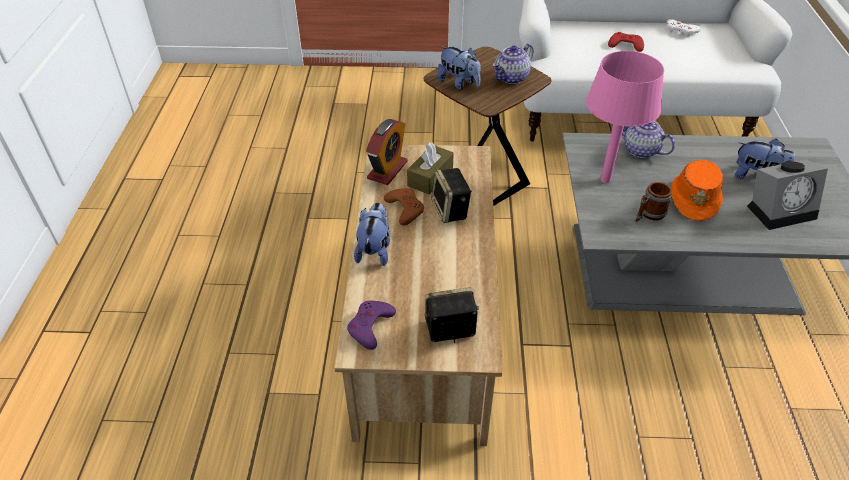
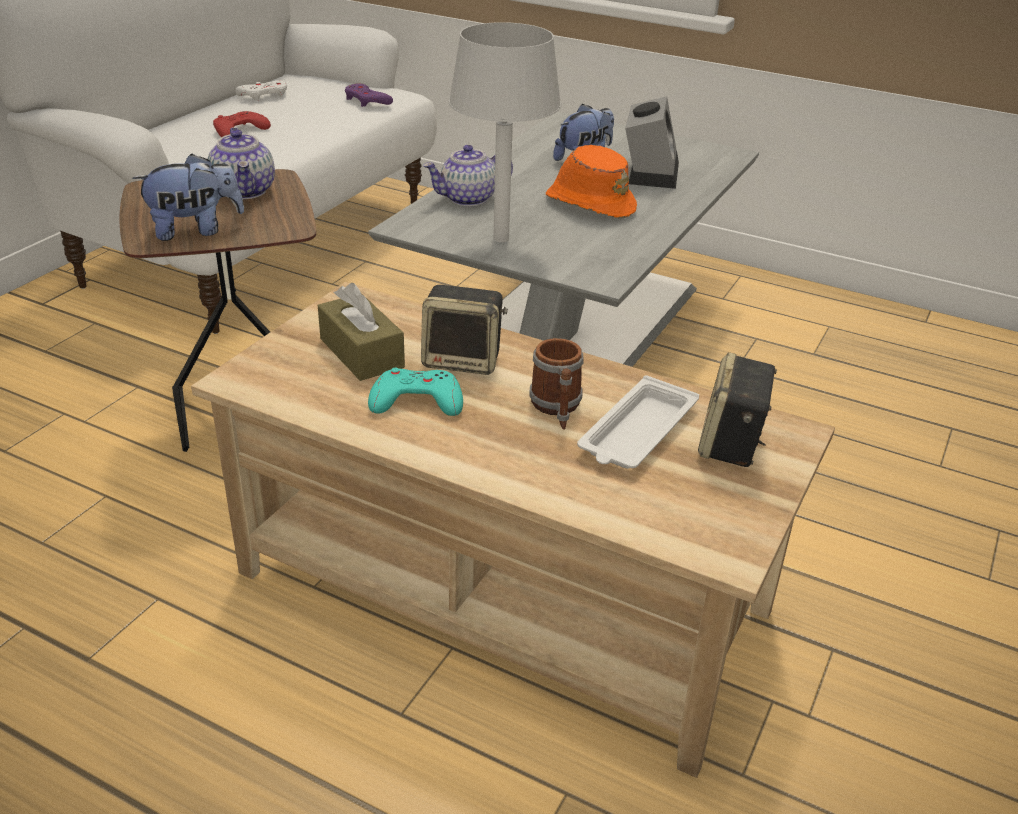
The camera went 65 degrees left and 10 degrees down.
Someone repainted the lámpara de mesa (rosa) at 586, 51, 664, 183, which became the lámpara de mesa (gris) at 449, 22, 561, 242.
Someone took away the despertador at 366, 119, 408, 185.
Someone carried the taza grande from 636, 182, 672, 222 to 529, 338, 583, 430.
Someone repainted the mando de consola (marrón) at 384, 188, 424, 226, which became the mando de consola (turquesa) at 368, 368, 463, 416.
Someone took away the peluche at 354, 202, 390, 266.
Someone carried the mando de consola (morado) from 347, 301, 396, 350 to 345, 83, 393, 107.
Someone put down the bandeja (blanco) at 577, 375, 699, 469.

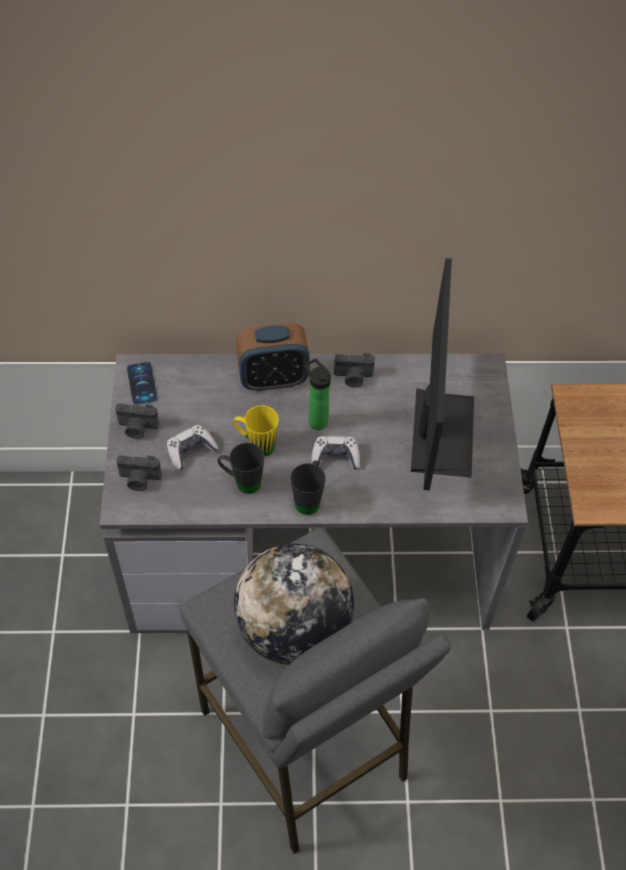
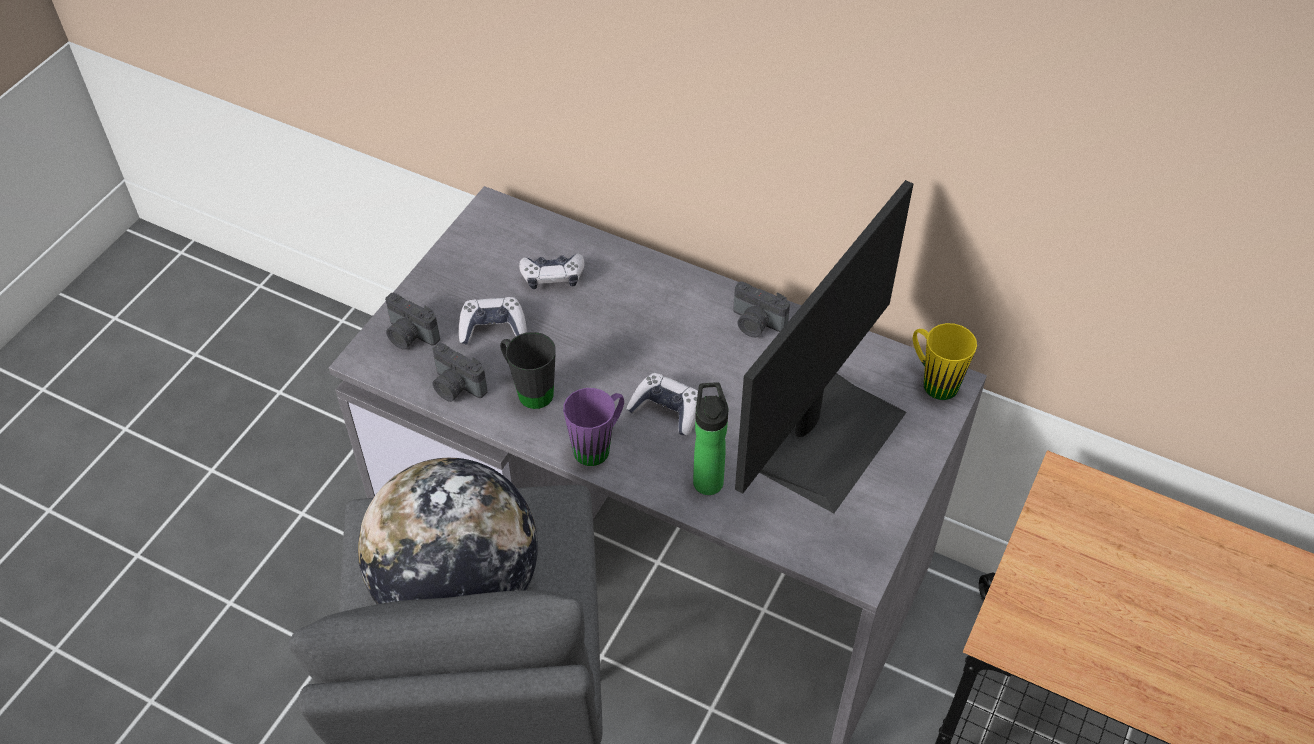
The camera went 30 degrees right and 5 degrees down.
Someone took away the despertador at 236, 323, 310, 391.
Someone carried the botella from 305, 359, 331, 430 to 693, 382, 728, 495.
Someone took away the móvil at 127, 362, 158, 405.
Someone carried the cámara from 115, 403, 159, 439 to 432, 343, 488, 402.
Someone carried the taza grande (amarillo) from 233, 405, 279, 456 to 913, 323, 977, 400.
Someone repainted the taza grande (negro) at 290, 460, 326, 515, which became the taza grande (morado) at 563, 388, 624, 466.
Someone put down the mando de consola at 519, 253, 585, 289.

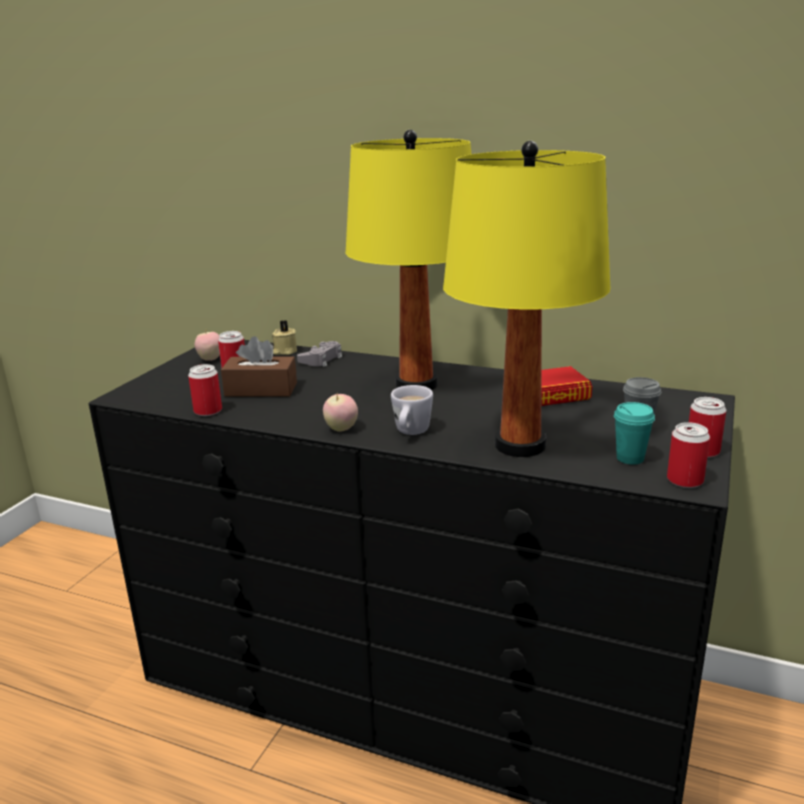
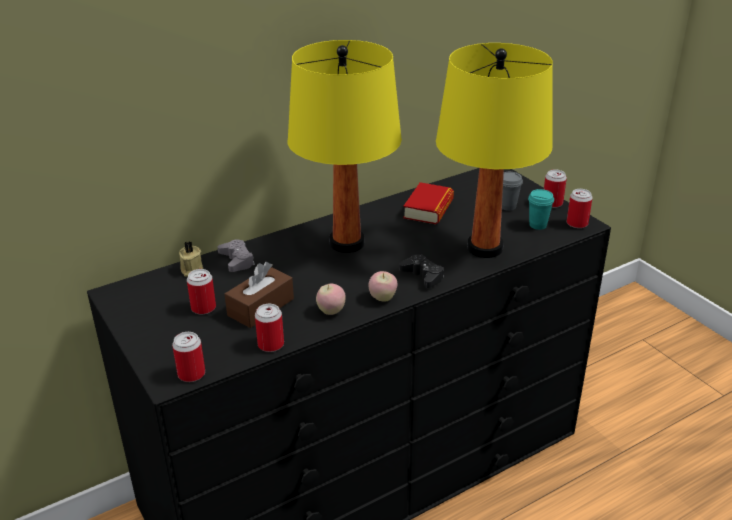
The camera went 55 degrees left and 10 degrees up.
Someone carried the manzana from 195, 332, 220, 361 to 316, 284, 346, 315.
Someone swapped the taza grande (blanco) at 391, 385, 433, 435 for the mando de consola (negro) at 399, 254, 444, 288.
Someone put down the lata at 172, 332, 205, 382.

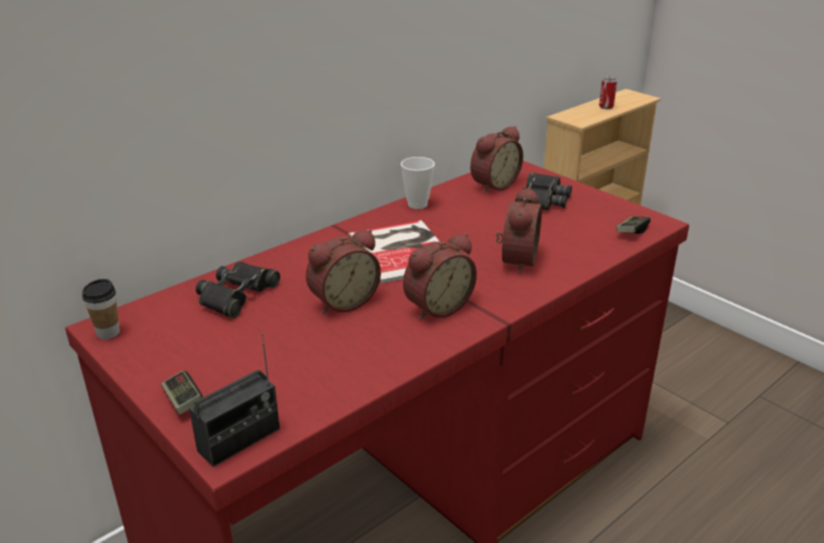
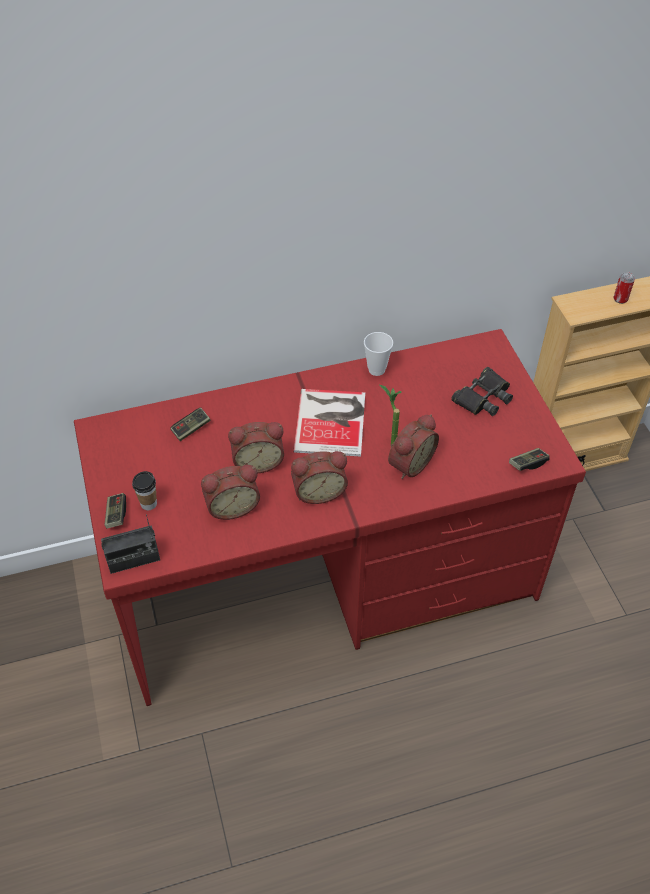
The camera went 25 degrees right and 20 degrees up.
Someone carried the despertador from 470, 126, 523, 193 to 201, 465, 260, 520.
Someone swapped the prismáticos (negro) at 196, 262, 280, 318 for the mando de consola at 171, 407, 210, 441.
Someone carried the taza from 82, 279, 120, 339 to 132, 471, 157, 510.
Someone put down the planta en maceta at 380, 385, 402, 444.

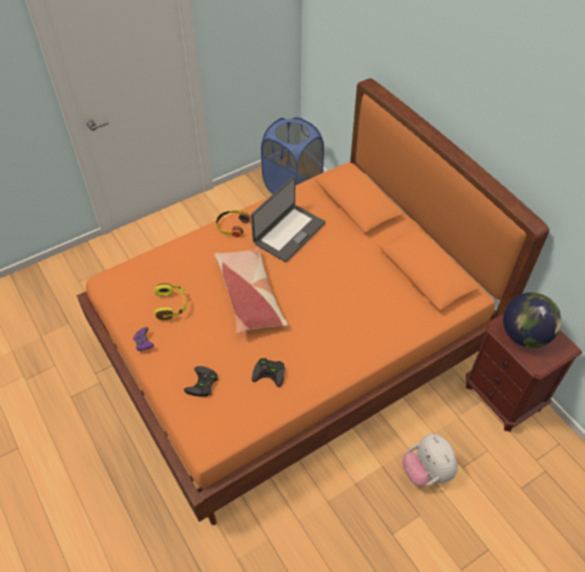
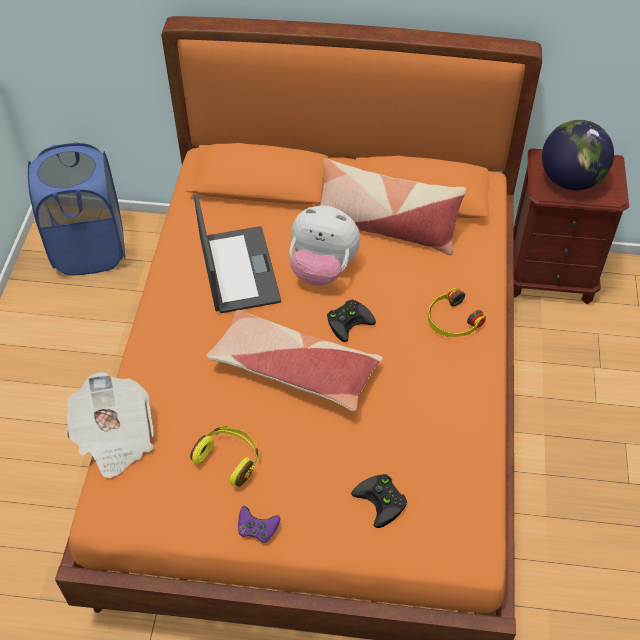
The camera went 50 degrees left and 0 degrees up.
Someone carried the auriculares from 216, 210, 250, 238 to 428, 288, 486, 337.
Someone carried the mando de consola (negro) from 252, 358, 285, 387 to 327, 299, 376, 342.
Someone carried the peluche from 403, 434, 458, 486 to 289, 206, 360, 286.
Someone put down the cojín at 320, 158, 466, 255.
Someone put down the periódico at 66, 372, 154, 478.

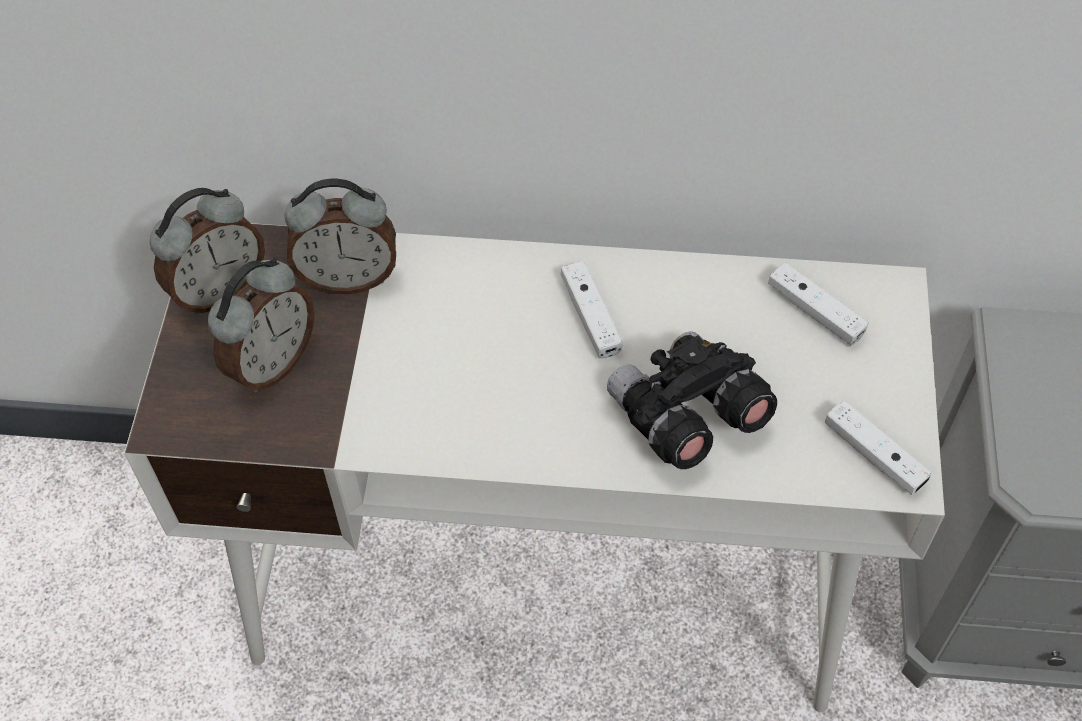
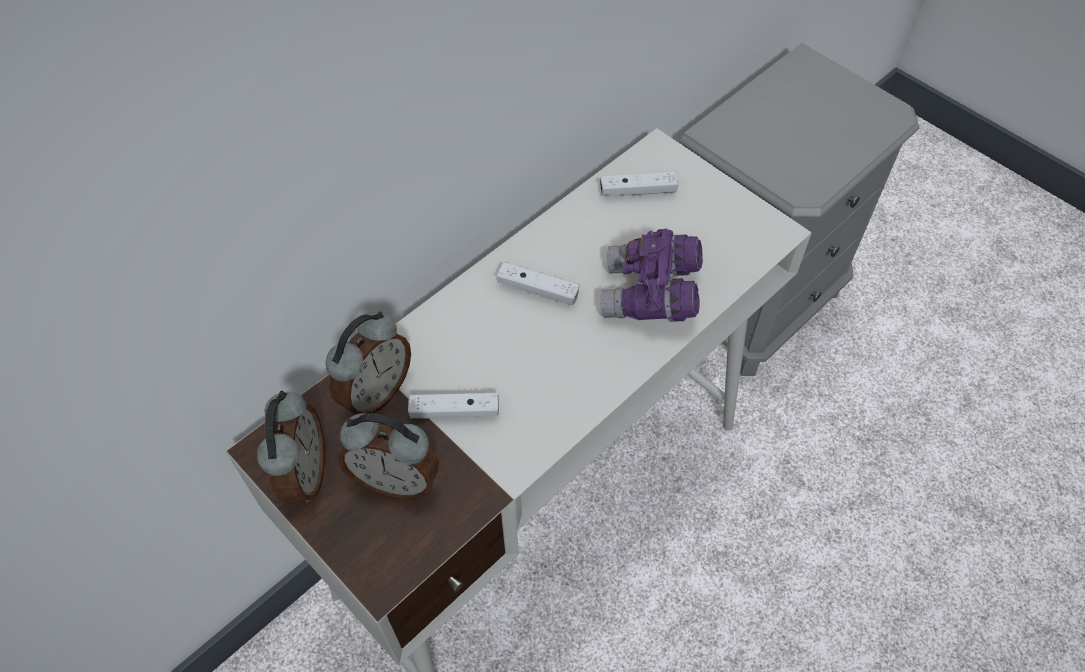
The camera went 50 degrees left and 0 degrees up.
Someone rotated the despertador at 208, 257, 315, 393 by 120 degrees clockwise.
Someone repainted the prismáticos (negro) at 607, 331, 777, 469, which became the prismáticos (morado) at 600, 229, 703, 322.
Someone carried the mando de consola (blanco) from 825, 400, 932, 495 to 408, 393, 499, 419.

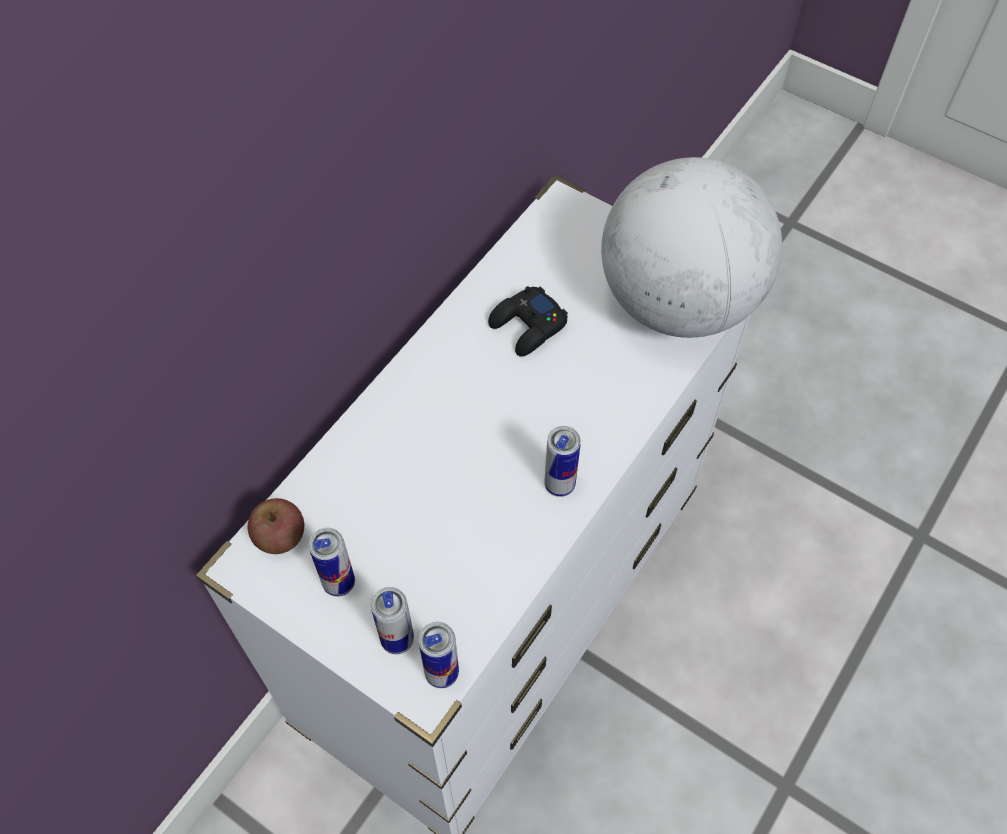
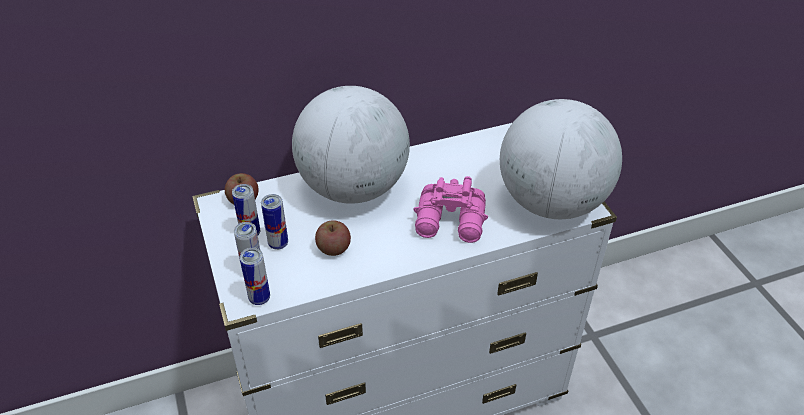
The camera went 35 degrees right and 15 degrees down.
Someone took away the mando de consola (negro) at 488, 286, 568, 357.
Someone carried the lata from 544, 426, 581, 497 to 261, 194, 288, 250.
Someone put down the globo terráqueo at 292, 86, 410, 204.
Someone put down the prismáticos (rosa) at 413, 176, 488, 243.
Someone put down the manzana at 315, 220, 351, 256.

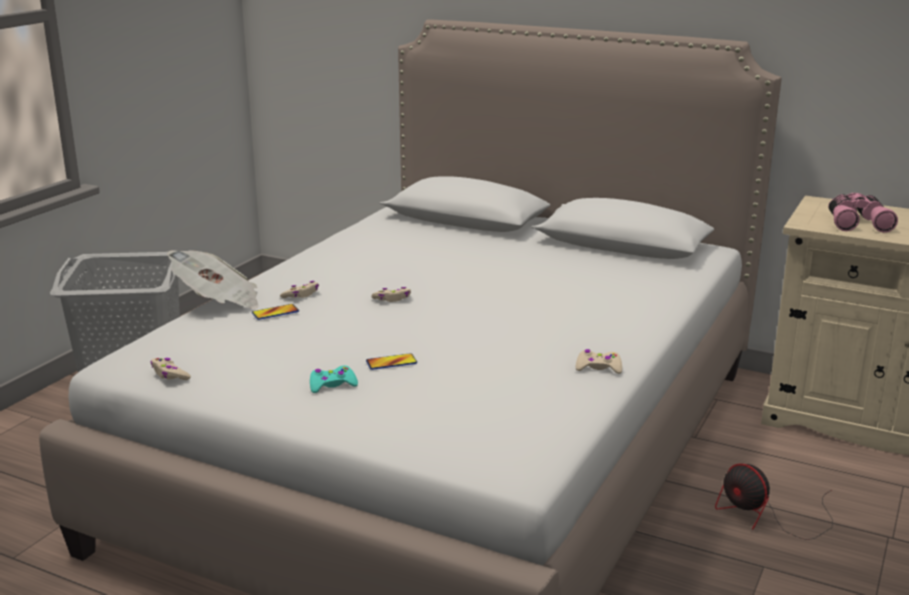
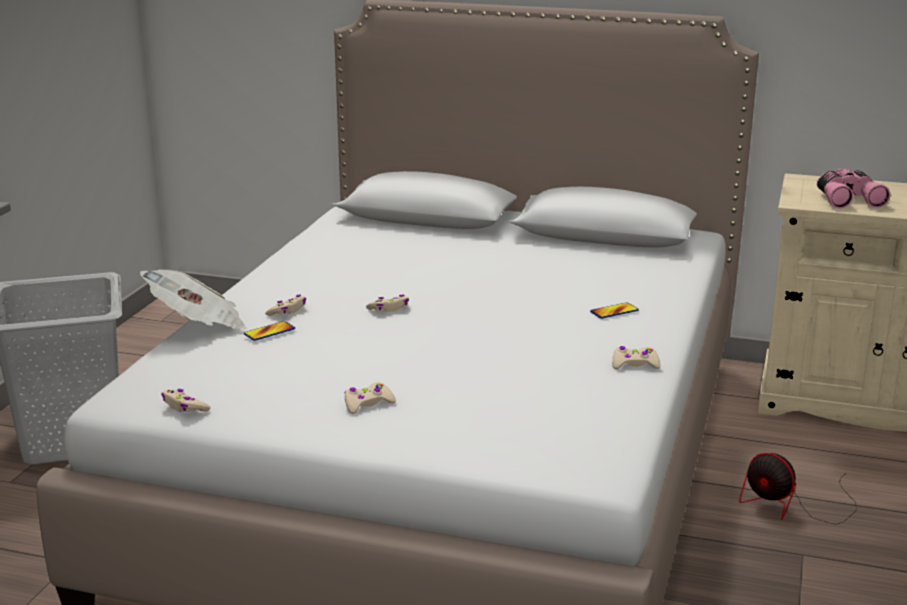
The camera went 10 degrees left and 0 degrees up.
Someone carried the móvil from 366, 353, 417, 370 to 590, 302, 639, 319.
Someone repainted the mando de consola (turquesa) at 310, 366, 358, 393, which became the mando de consola (beis) at 345, 382, 396, 414.

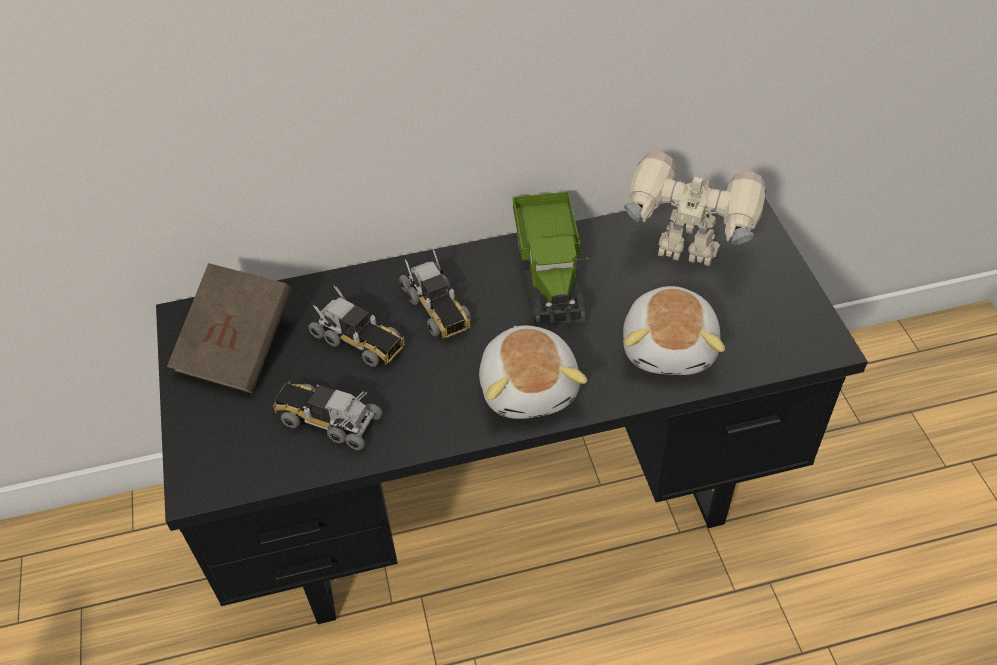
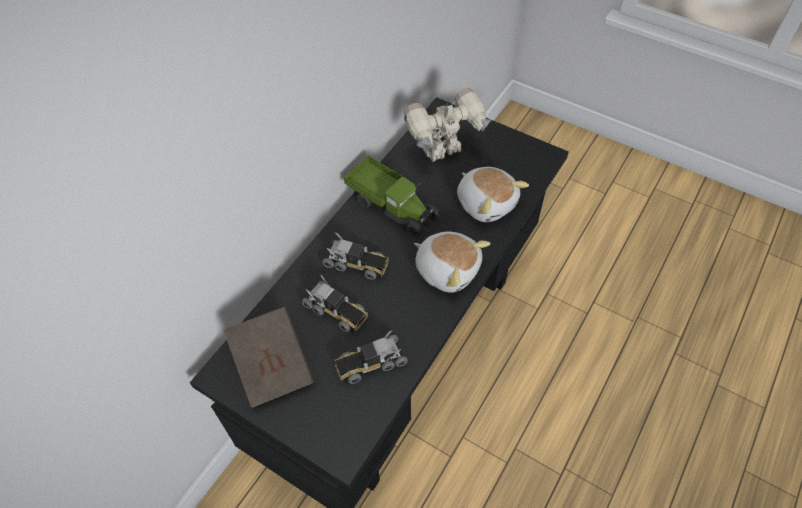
The camera went 45 degrees left and 5 degrees up.
Someone rotated the camión de juguete at 308, 286, 405, 367 by 45 degrees clockwise.

